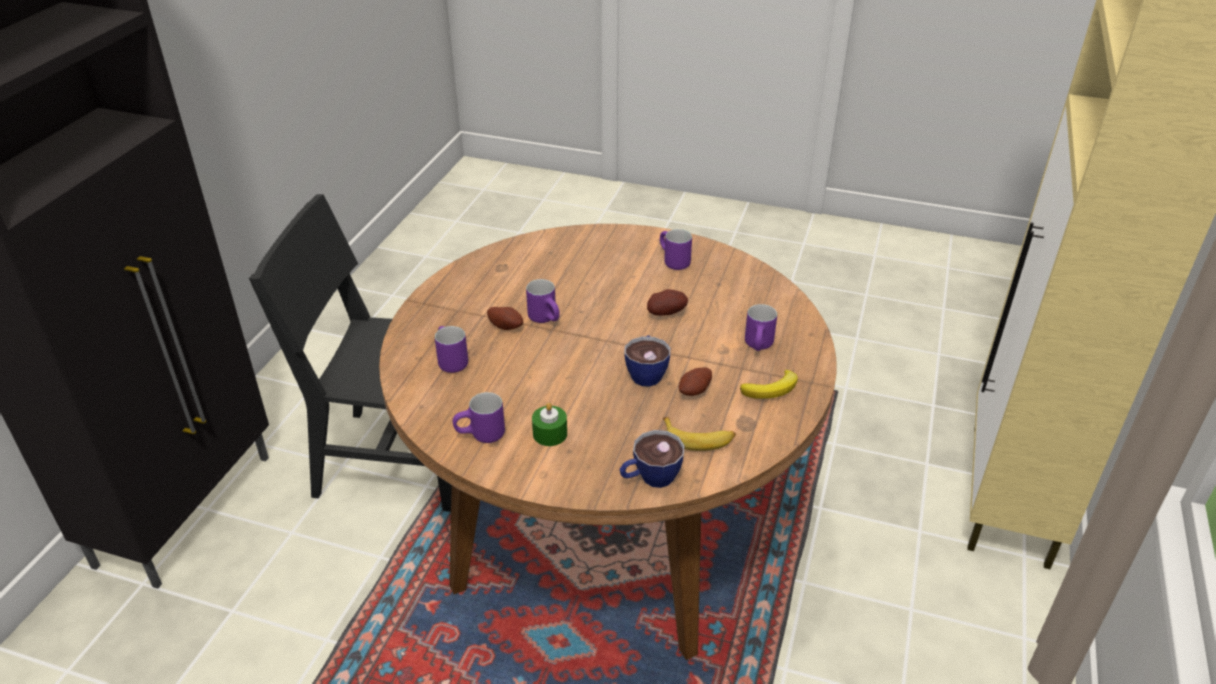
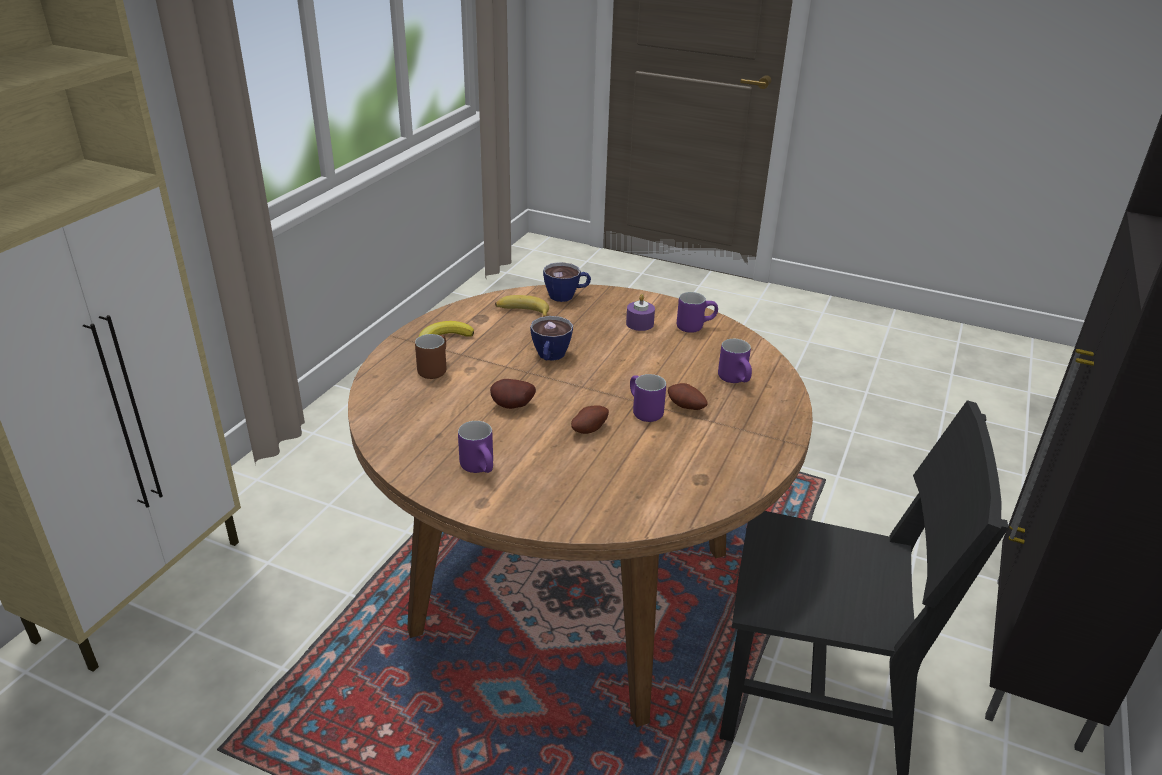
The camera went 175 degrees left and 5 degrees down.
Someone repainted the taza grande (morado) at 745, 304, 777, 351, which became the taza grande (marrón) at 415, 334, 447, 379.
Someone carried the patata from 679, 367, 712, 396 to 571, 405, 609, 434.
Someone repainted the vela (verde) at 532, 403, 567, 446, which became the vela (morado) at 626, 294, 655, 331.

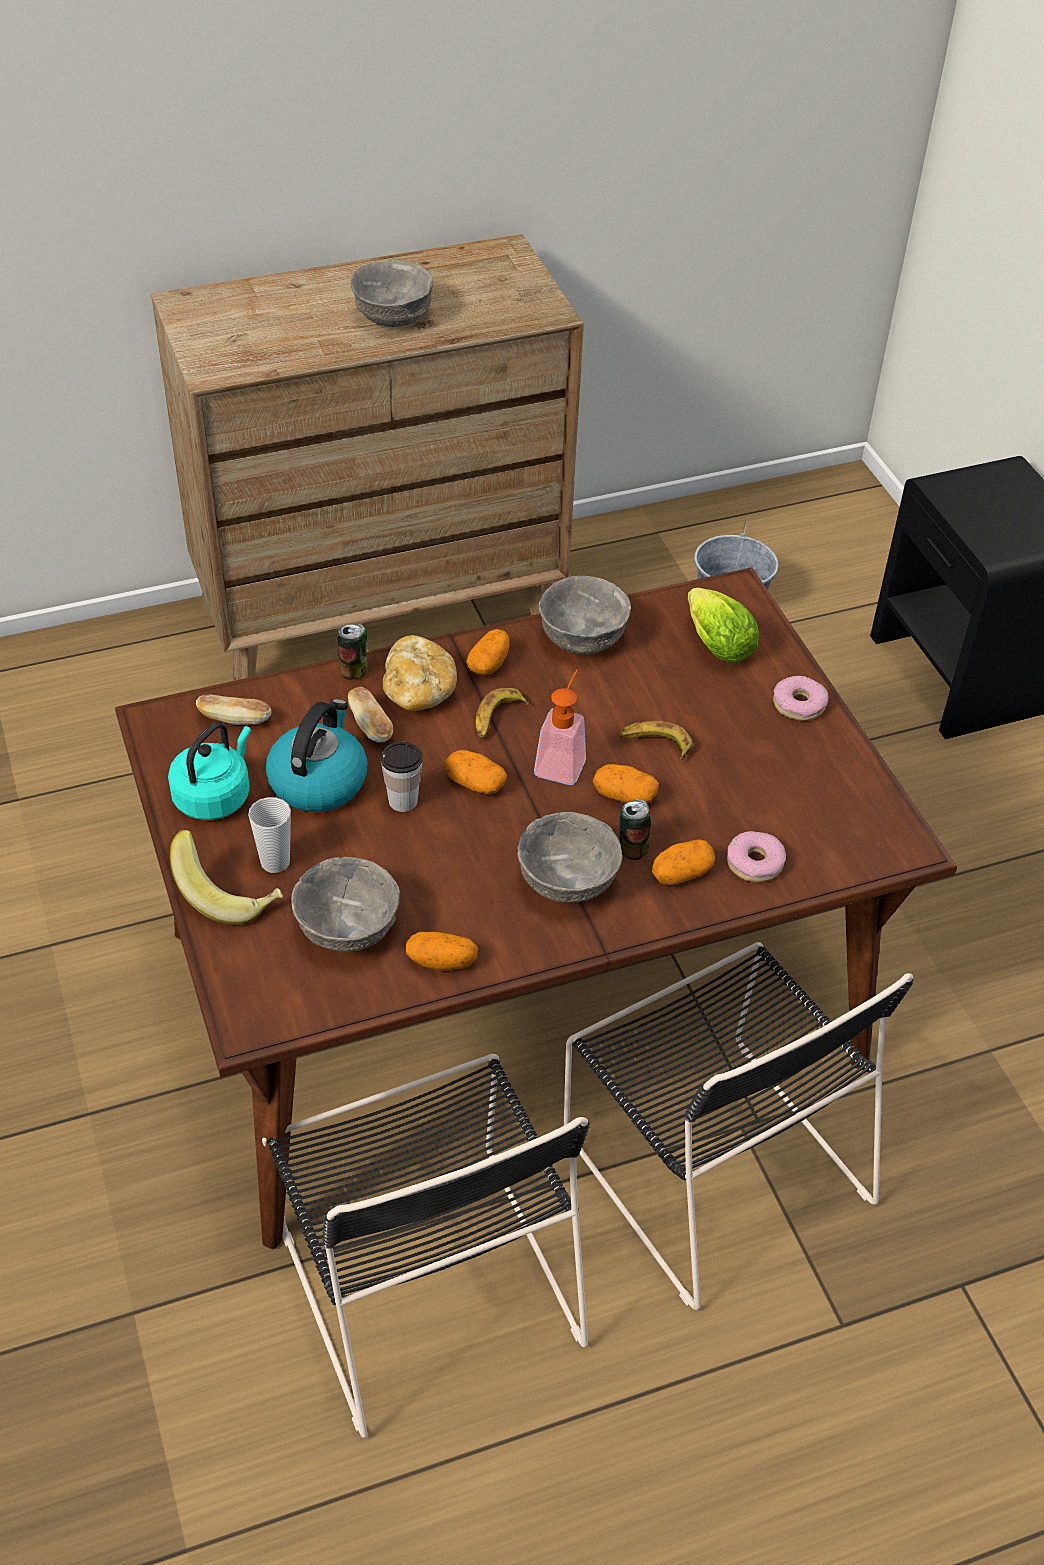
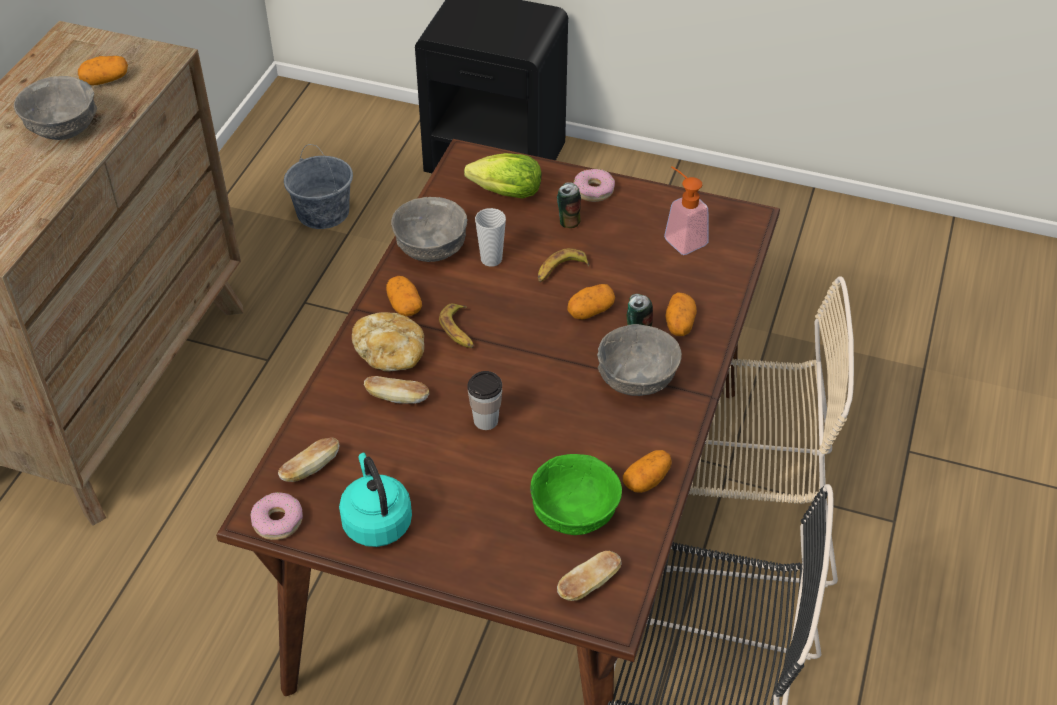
The camera went 50 degrees left and 0 degrees up.
Someone carried the lata from 337, 624, 367, 680 to 557, 182, 581, 228.
Someone carried the dispensador de jabón from 534, 670, 586, 785 to 664, 166, 708, 255.
Someone took away the hervidor at 266, 699, 368, 812.
Someone carried the patata from 444, 750, 507, 794 to 78, 56, 128, 85.
Someone carried the taza from 248, 797, 291, 873 to 475, 208, 506, 267.
Someone took away the plátano at 170, 830, 283, 925.
Someone carried the rosquilla from 727, 831, 786, 882 to 251, 492, 303, 540.
Someone repainted the cuenco (gris) at 291, 857, 400, 952, which became the cuenco (verde) at 530, 454, 622, 535.
Someone repainted the silla (negro) at 564, 942, 913, 1310, which became the silla (beis) at 666, 276, 854, 587.
Someone put down the pan at 557, 551, 622, 601.

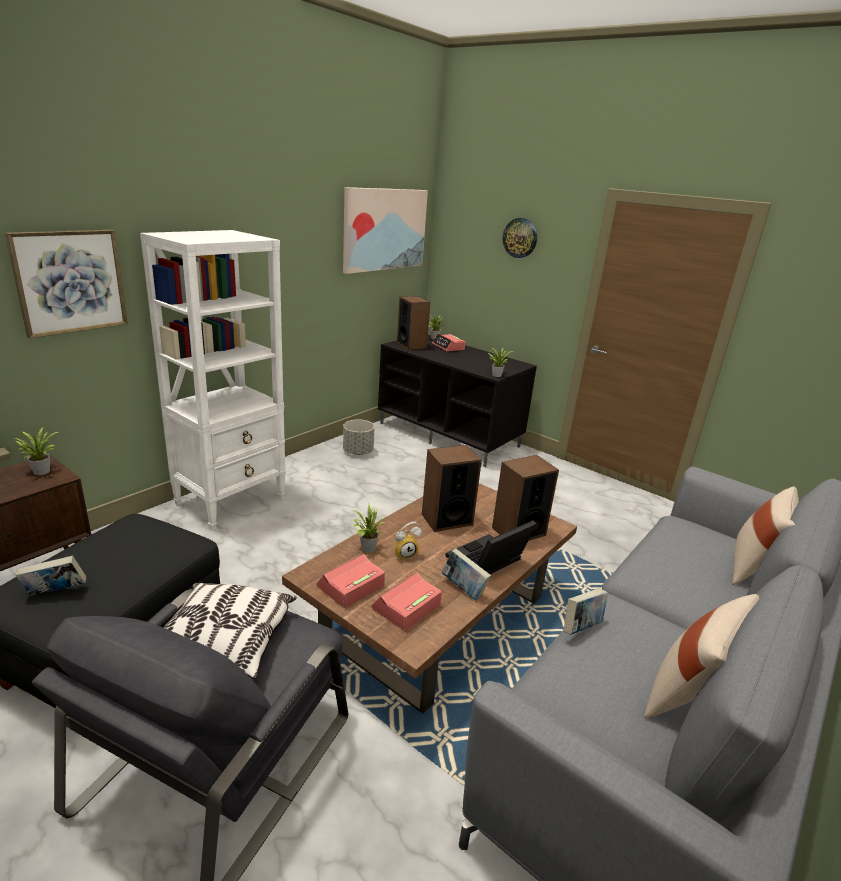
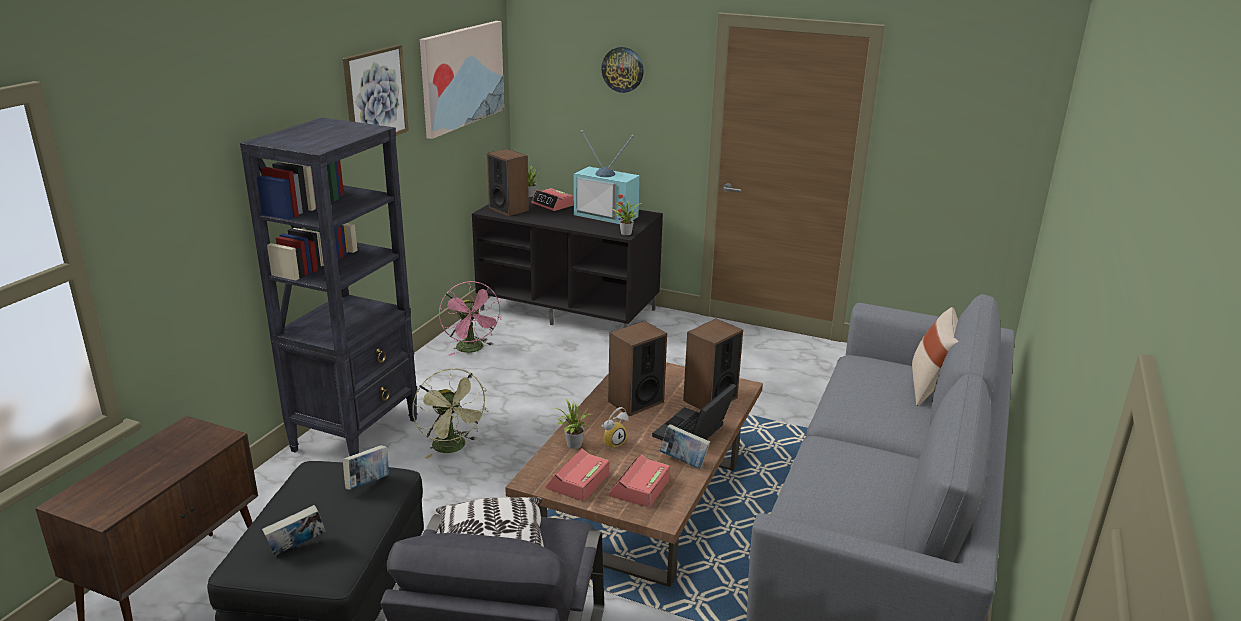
The camera went 15 degrees left and 0 degrees up.
Someone carried the cuadro from 5, 230, 128, 338 to 343, 45, 409, 136.
Someone repainted the estantería (blanco) at 140, 230, 286, 530, which became the estantería (negro) at 240, 117, 418, 456.
Someone swapped the maceta (gris) at 343, 420, 375, 455 for the ventilador (rosa) at 439, 281, 502, 356.
Someone took away the planta en maceta at 15, 428, 58, 475.
Someone carried the libro from 564, 588, 608, 635 to 343, 445, 389, 490.
Someone took away the cojín (beis) at 644, 594, 759, 719.
Someone put down the televisor at 574, 130, 640, 224.
Someone put down the ventilador (verde) at 412, 368, 489, 459.

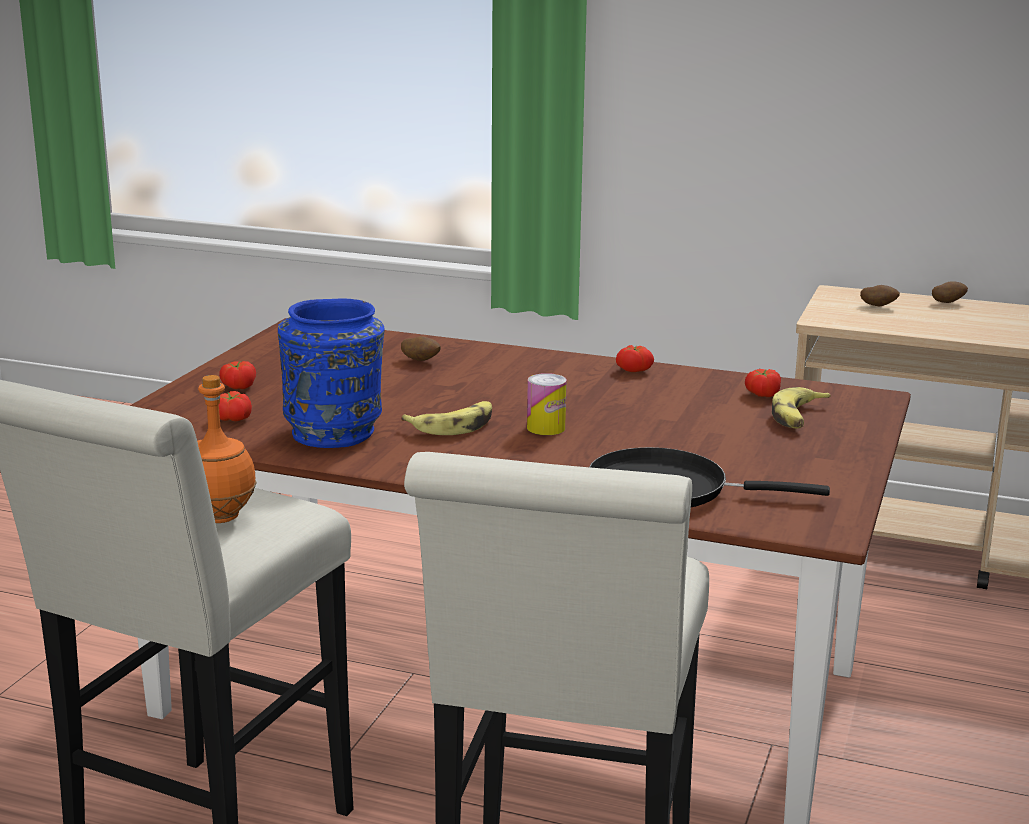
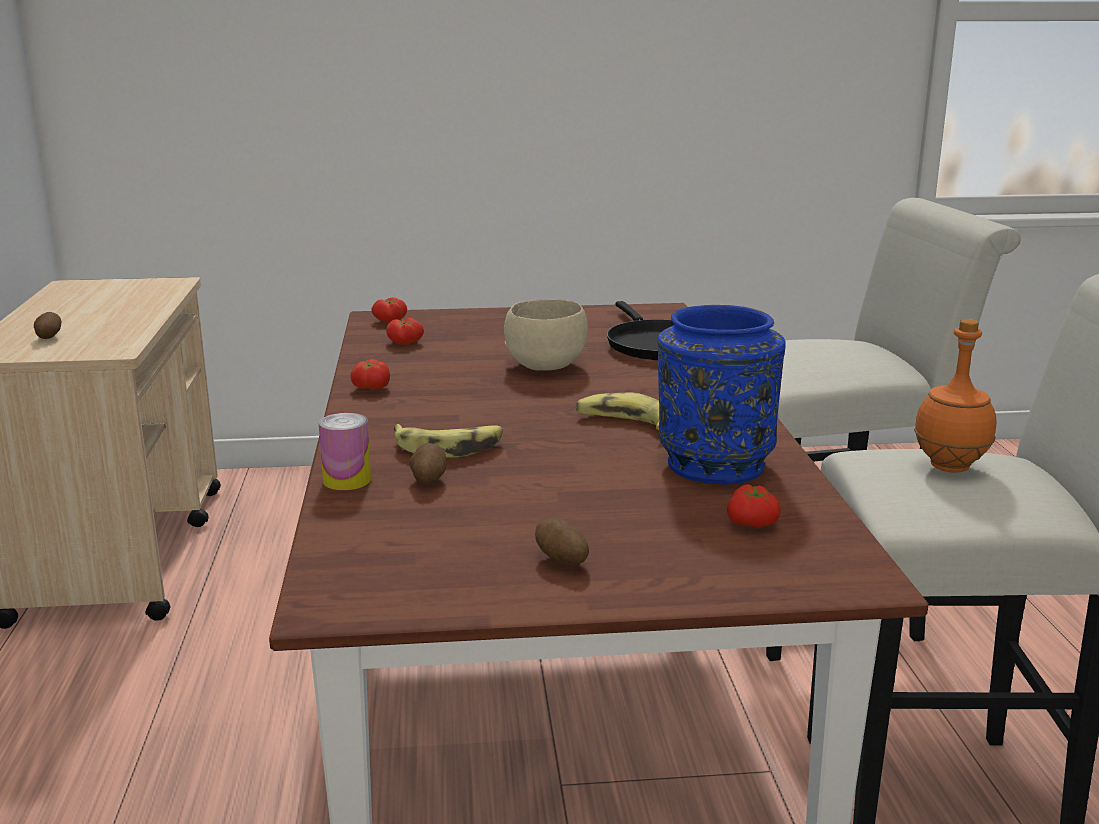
The camera went 115 degrees left and 0 degrees up.
Someone carried the patata from 932, 281, 968, 303 to 535, 518, 589, 566.
Someone carried the tomate from 219, 361, 256, 389 to 371, 297, 407, 322.
Someone carried the lata from 527, 373, 567, 435 to 319, 413, 371, 490.
Someone carried the plátano from 772, 387, 831, 429 to 394, 424, 503, 458.
Someone put down the cuenco (beis) at 504, 299, 588, 371.

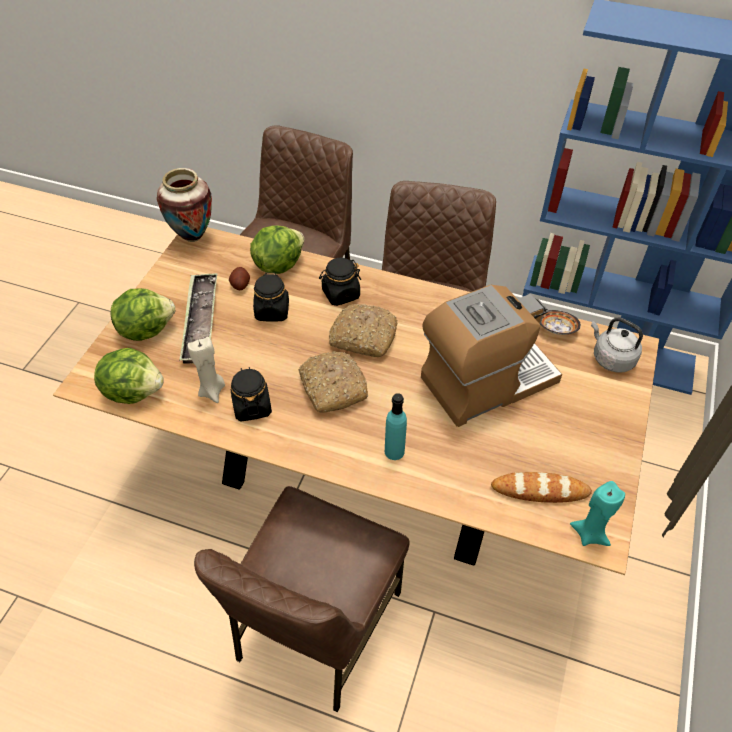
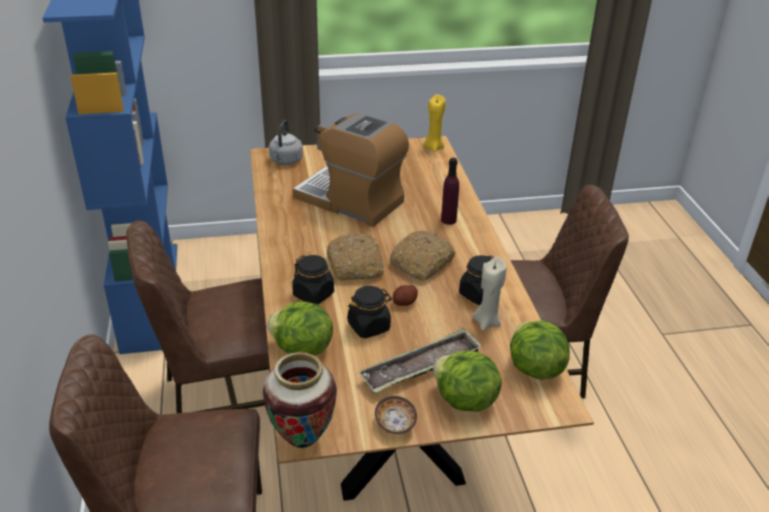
The camera went 120 degrees left and 15 degrees down.
Someone carried the patata from 229, 267, 250, 290 to 393, 285, 418, 306.
Someone carried the cuenco from 540, 310, 581, 335 to 375, 396, 417, 434.
Someone repainted the botella (turquesa) at 385, 393, 407, 460, which became the botella (morado) at 441, 158, 459, 225.
Someone took away the pan at 491, 472, 592, 503.
Someone repainted the vela (turquesa) at 570, 481, 625, 546, which became the vela (amarillo) at 423, 95, 446, 152.

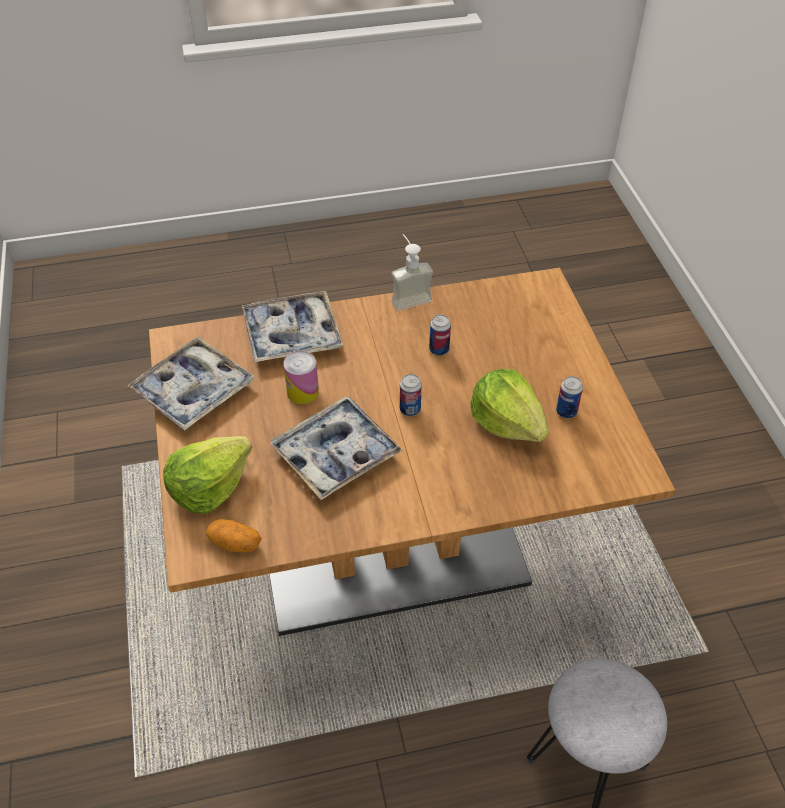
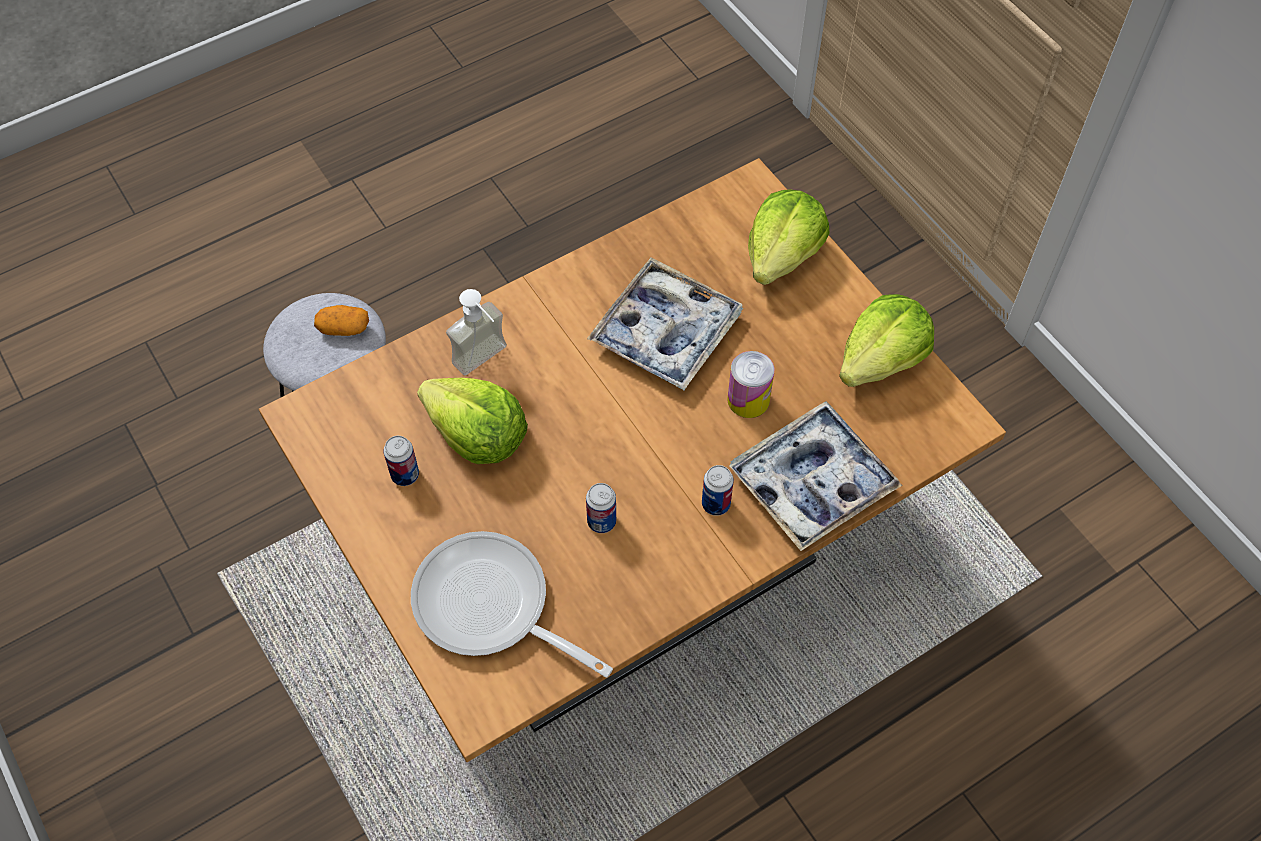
The camera went 160 degrees right and 10 degrees up.
Someone carried the dispensador de jabón from 392, 234, 433, 311 to 446, 289, 507, 375.
Someone swapped the bandeja at 128, 336, 254, 431 for the lechuga at 839, 294, 934, 387.
Someone carried the lata from 400, 374, 422, 416 to 702, 465, 734, 516.
Someone carried the patata from 206, 519, 262, 553 to 314, 305, 369, 336.
Someone put down the sartén at 411, 531, 613, 678.

